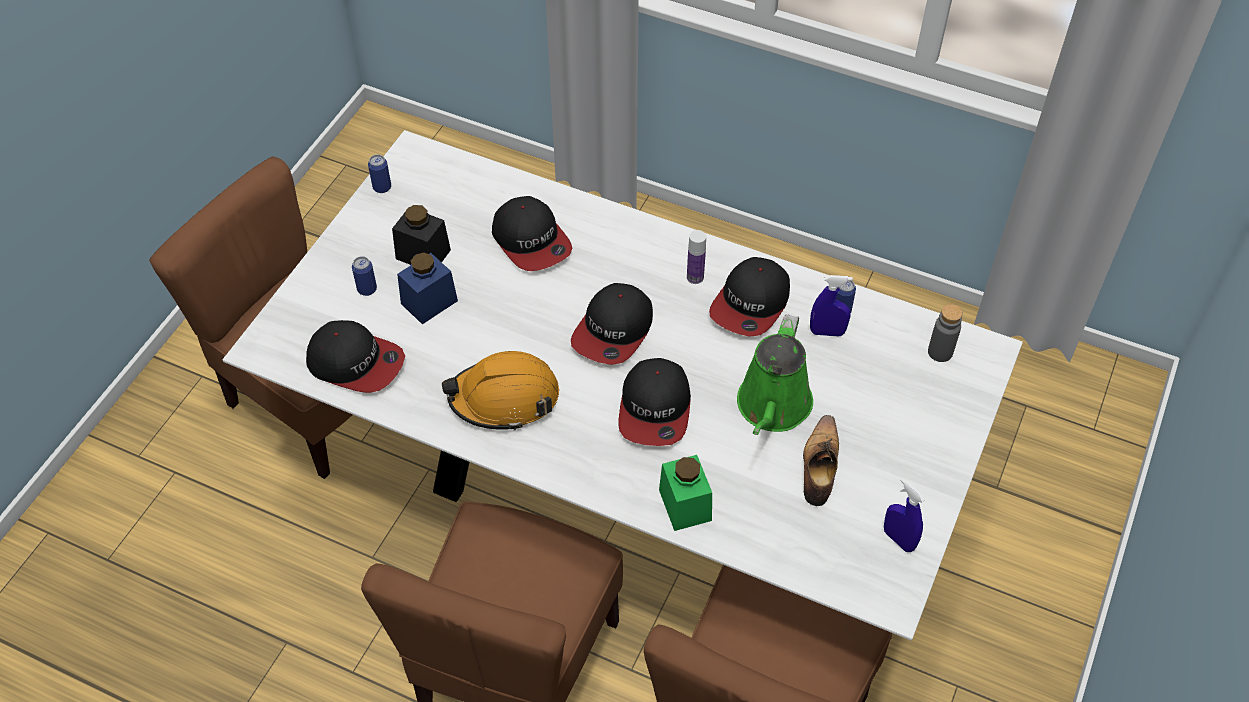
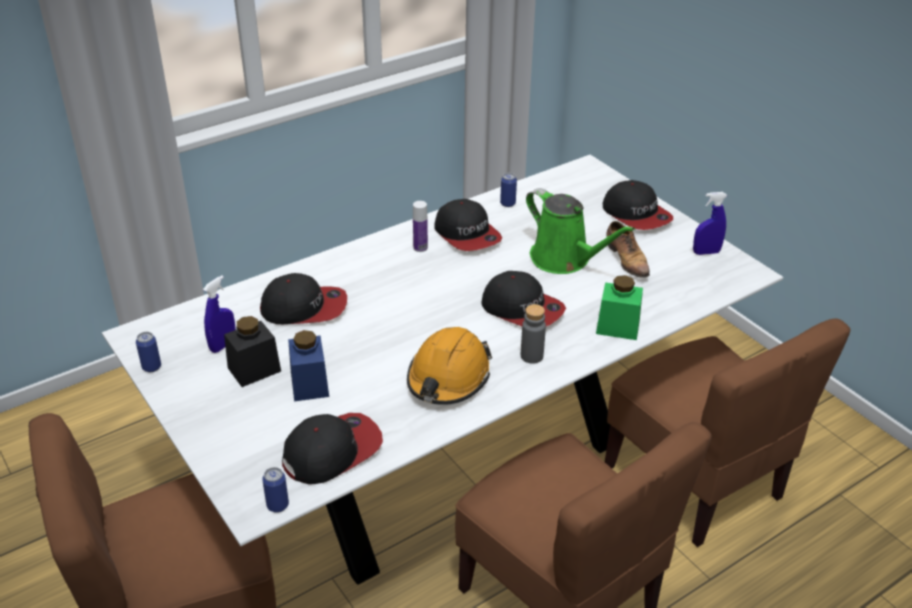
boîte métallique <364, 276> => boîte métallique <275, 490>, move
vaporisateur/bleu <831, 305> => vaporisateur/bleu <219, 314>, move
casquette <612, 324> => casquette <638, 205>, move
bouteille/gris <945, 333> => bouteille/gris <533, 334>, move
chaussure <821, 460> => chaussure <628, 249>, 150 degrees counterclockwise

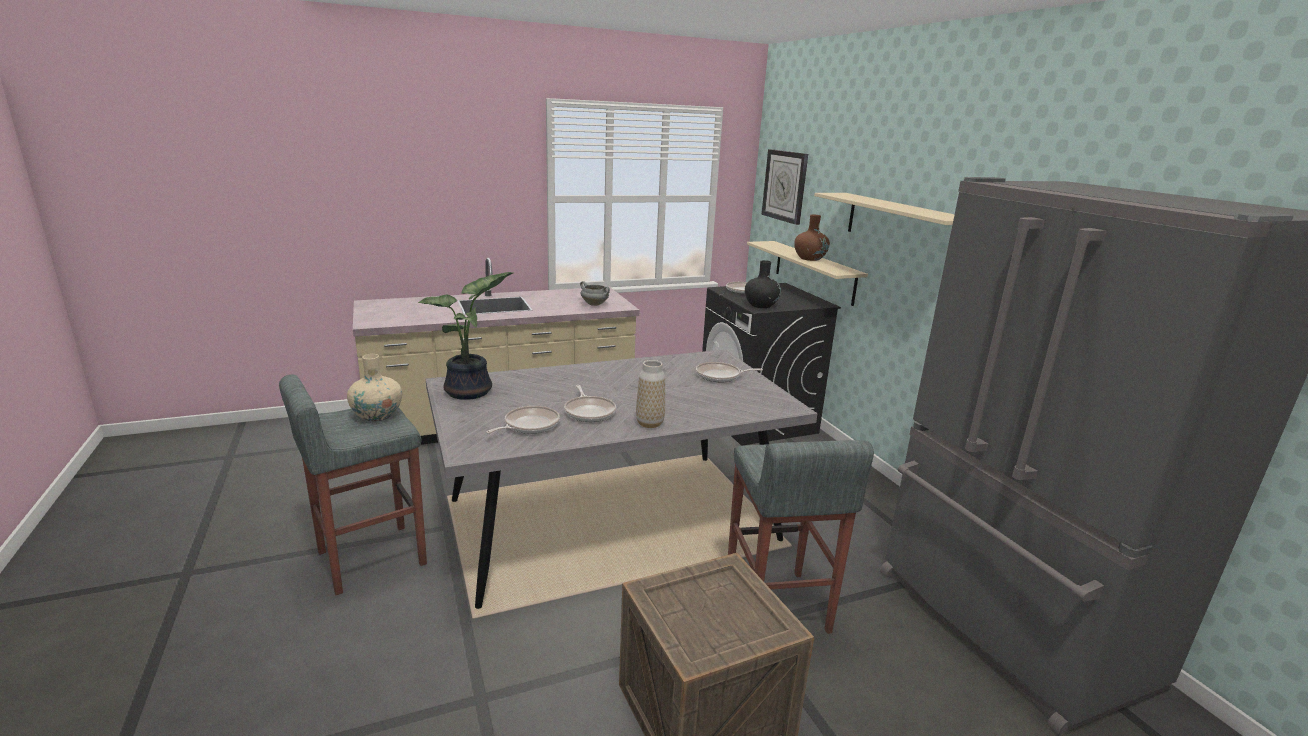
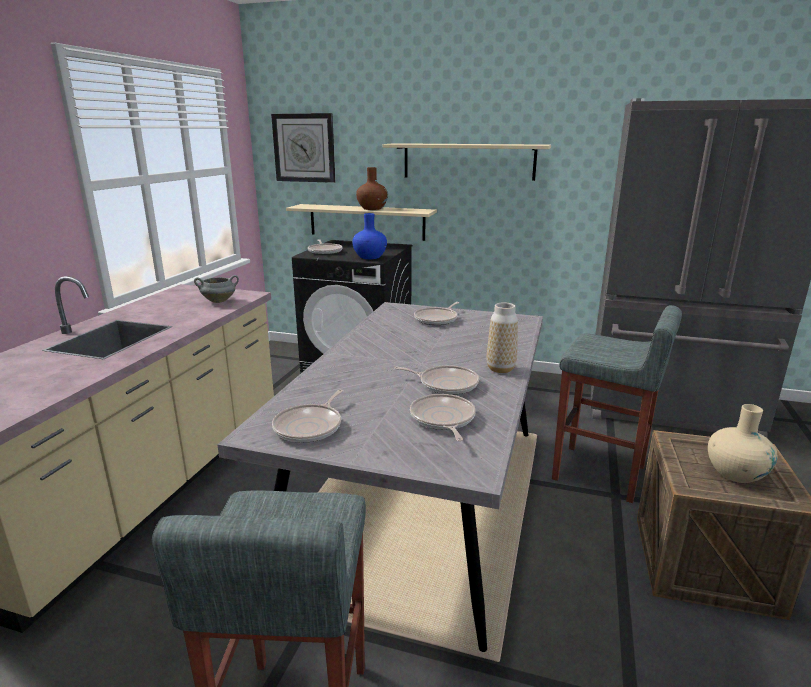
vase/noir <763, 284> => vase/bleu <369, 236>
plante en pot <465, 336> => poêle <307, 416>
vase/beige <374, 387> => vase/beige <743, 443>, move

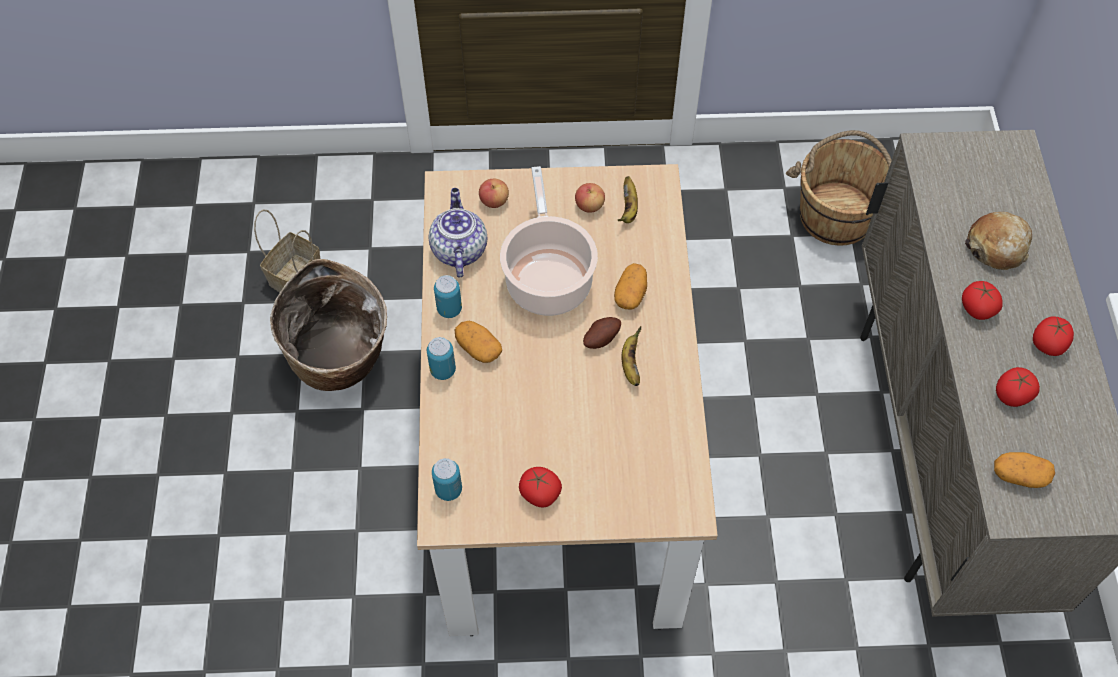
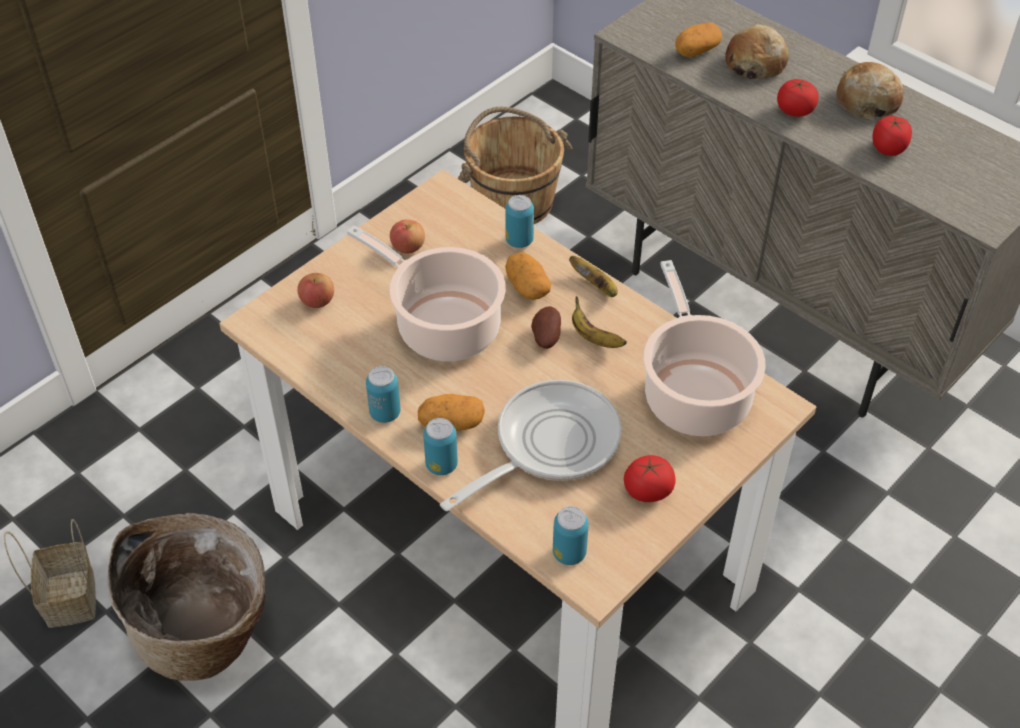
banane <628, 199> => banane <593, 276>, move
théière <458, 232> => nothing
tomate <1053, 336> => pain <870, 91>
pomme de terre <1024, 470> => pomme de terre <698, 40>, move
nothing => boîte métallique <520, 221>
nothing => marmite <704, 348>
nothing => poêle <530, 445>

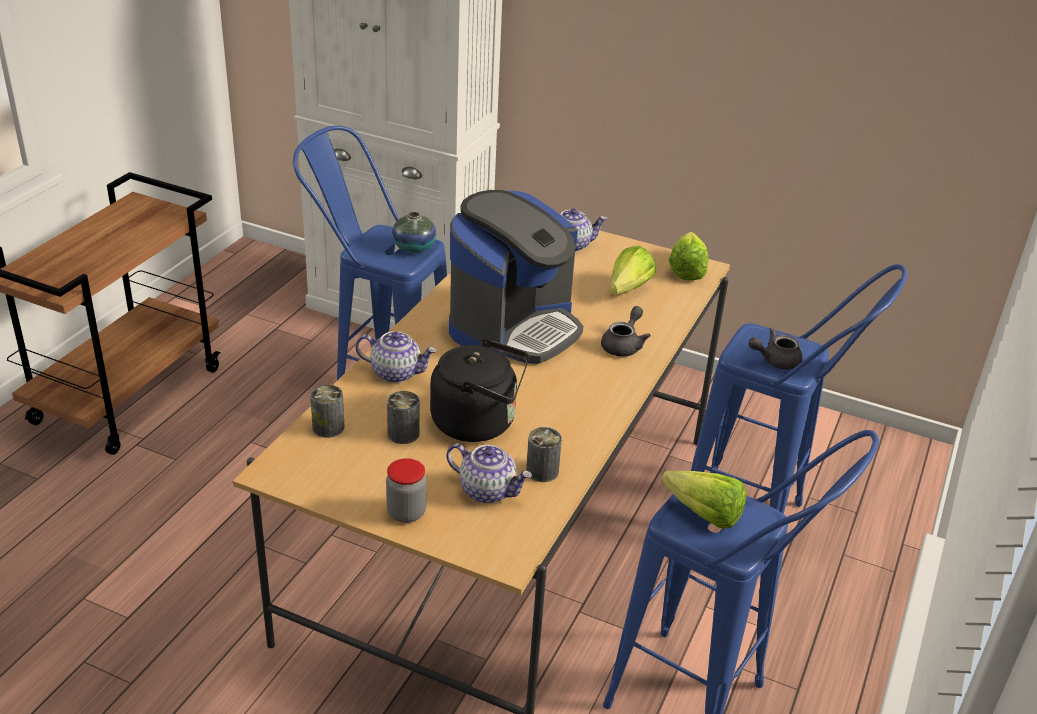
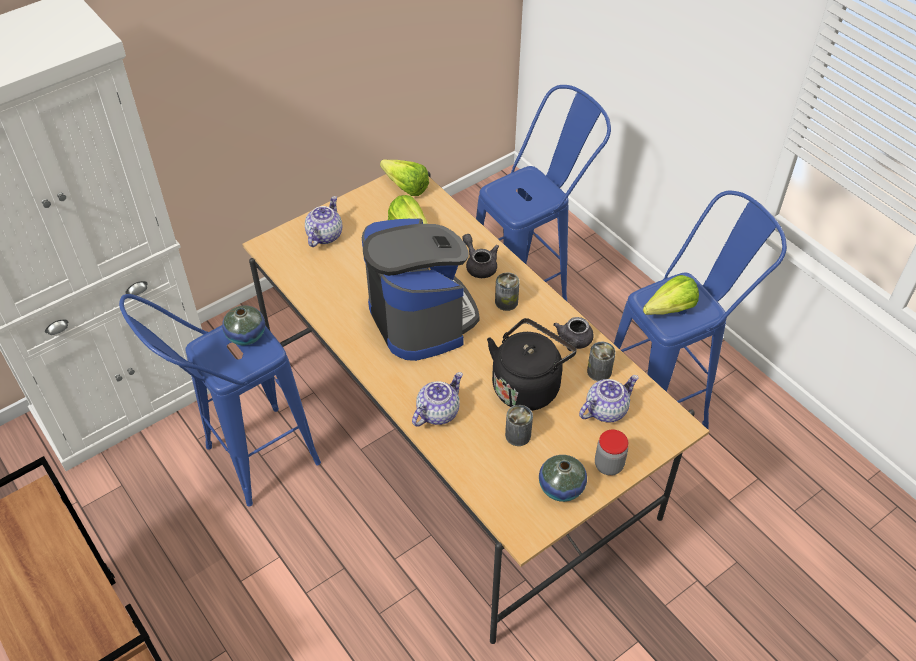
théière/gris <775, 349> => théière/gris <573, 334>, move
boîte métallique <327, 411> => boîte métallique <507, 291>, move
nothing => vase <563, 478>

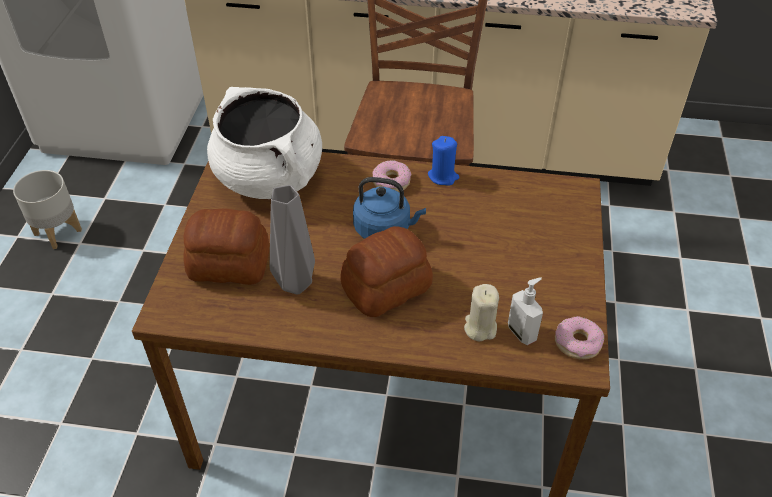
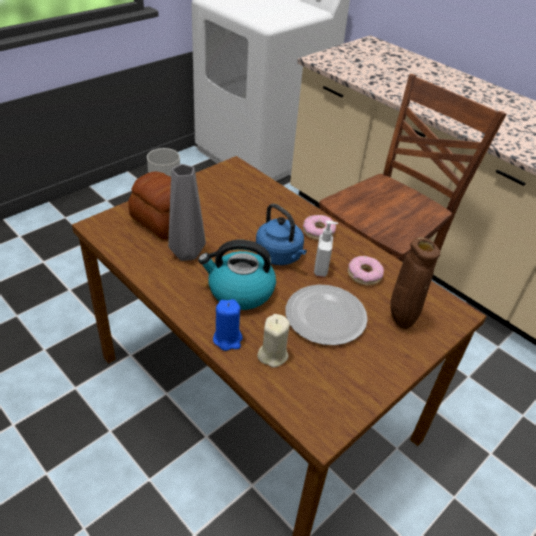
marmite/blanc <264, 143> => nothing
bougie/bleu <443, 161> => bougie/bleu <228, 325>, move
pain <386, 271> => bouilloire <237, 275>
distributeur de savon <525, 311> => distributeur de savon <326, 248>, move
beignet <579, 338> => beignet <366, 271>, move
nothing => vase/marron <415, 283>
nothing => assiette <327, 315>

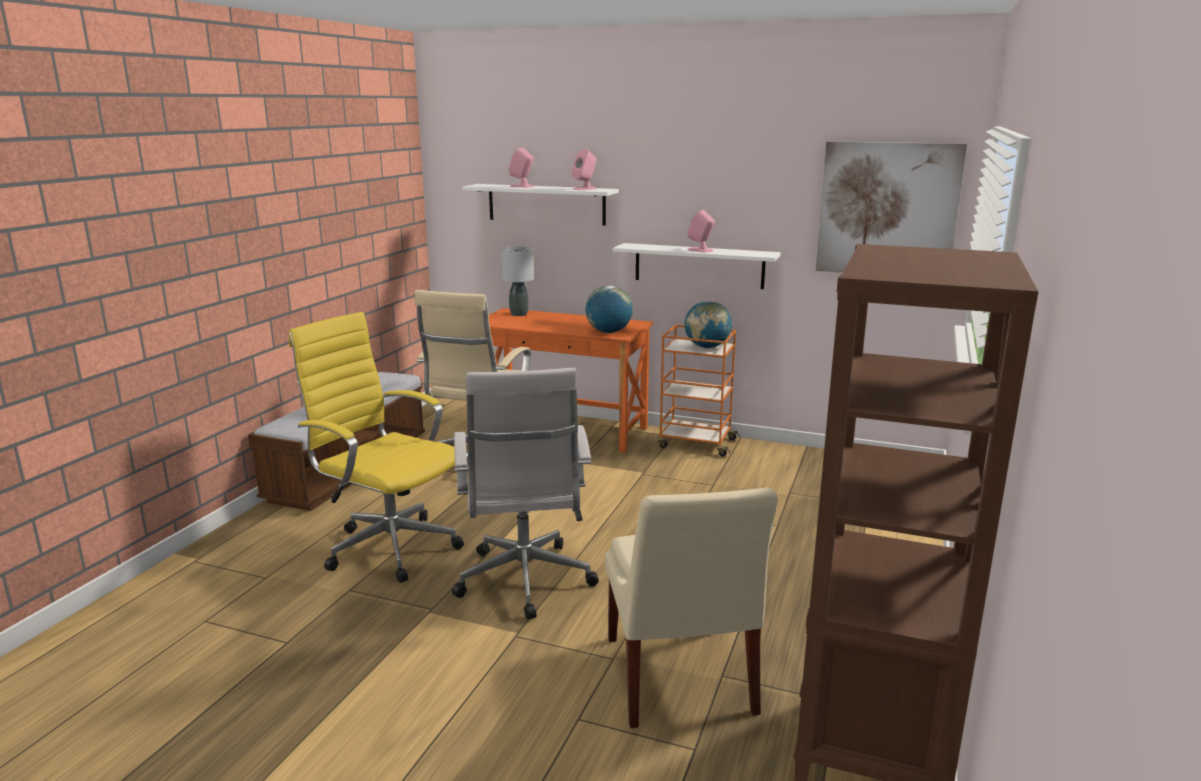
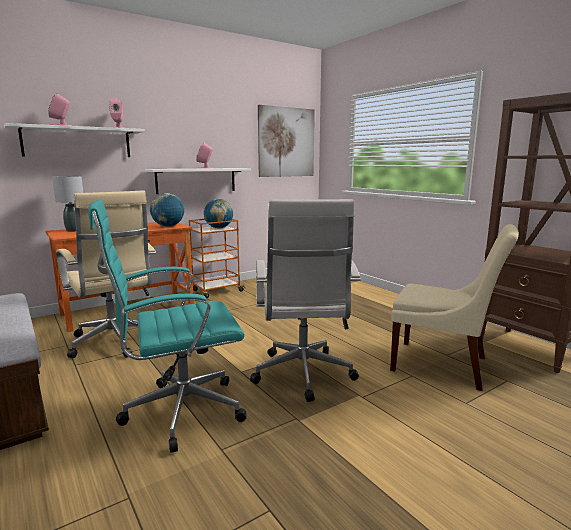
chaise de bureau/jaune <376, 447> => chaise de bureau/turquoise <167, 326>
chaise de bureau/blanc <525, 494> => chaise de bureau/blanc <305, 300>, 60 degrees clockwise

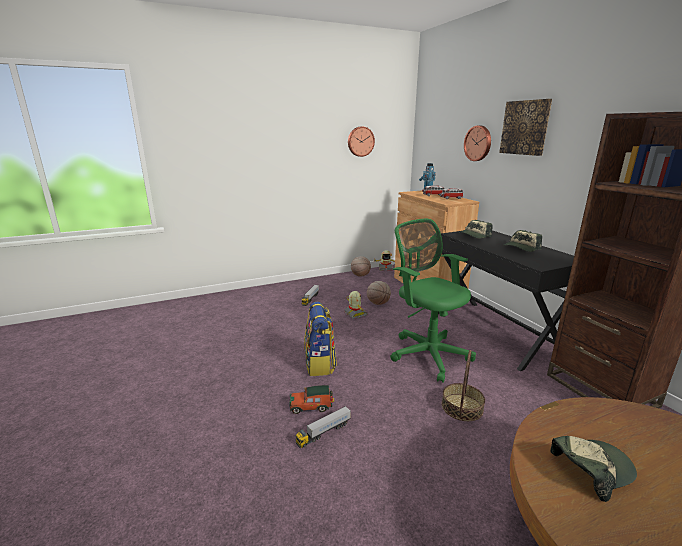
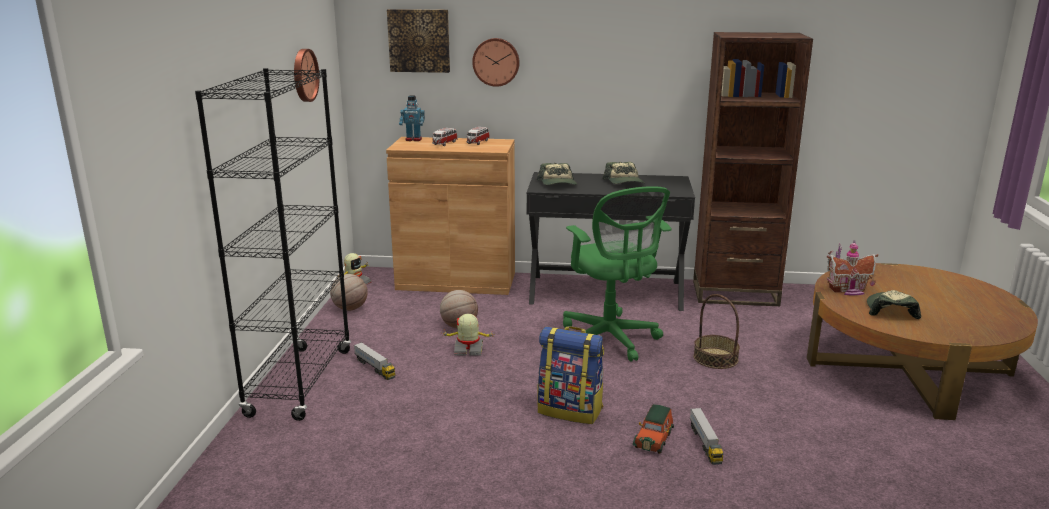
tableau <525, 127> => tableau <418, 41>, move
chaise de bureau/vert <433, 301> => chaise de bureau/vert <617, 274>, 105 degrees counterclockwise
nothing => bibliothèque/noir <273, 244>
nothing => maison miniature <852, 267>

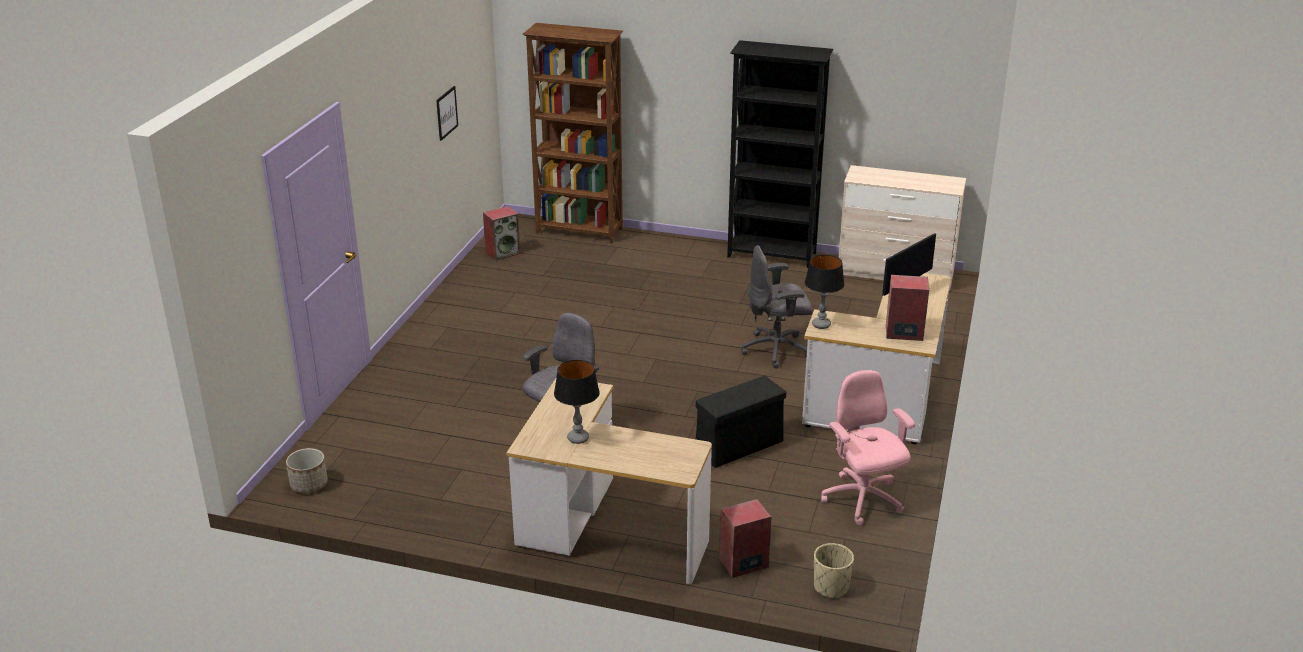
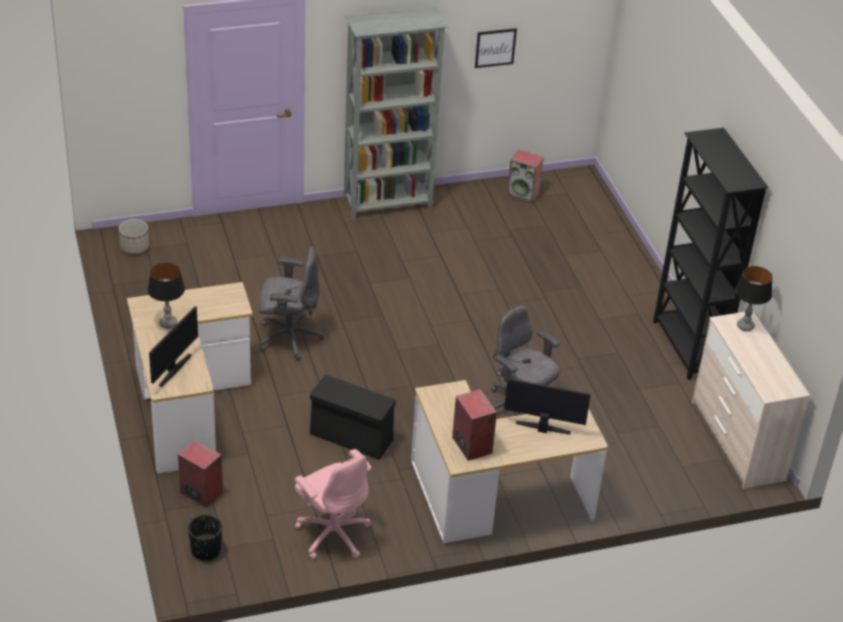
bibliothèque/marron <572, 133> => nothing
lampe de table <825, 292> => lampe de table <753, 298>, move
chaise de bureau/rose <868, 447> => chaise de bureau/rose <333, 504>, 105 degrees clockwise
cache-pot/beige <834, 571> => cache-pot/noir <205, 537>
nothing => bibliothèque/gris <396, 113>
nothing => écran d'ordinateur <173, 346>

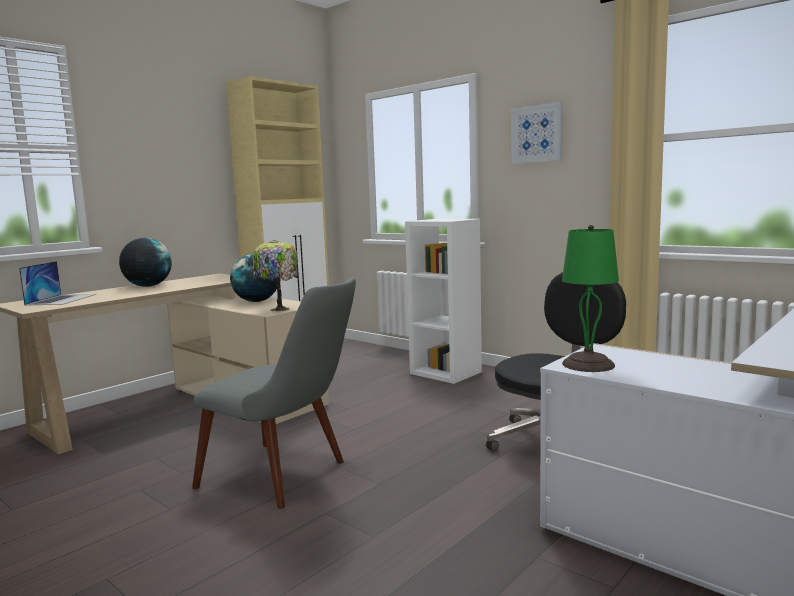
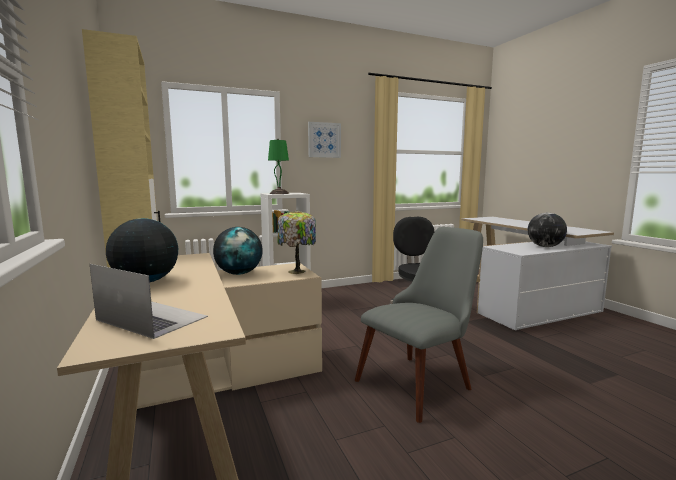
lampe de table/vert <590, 298> => lampe de table/vert <278, 166>, move
nothing => globe <547, 230>

